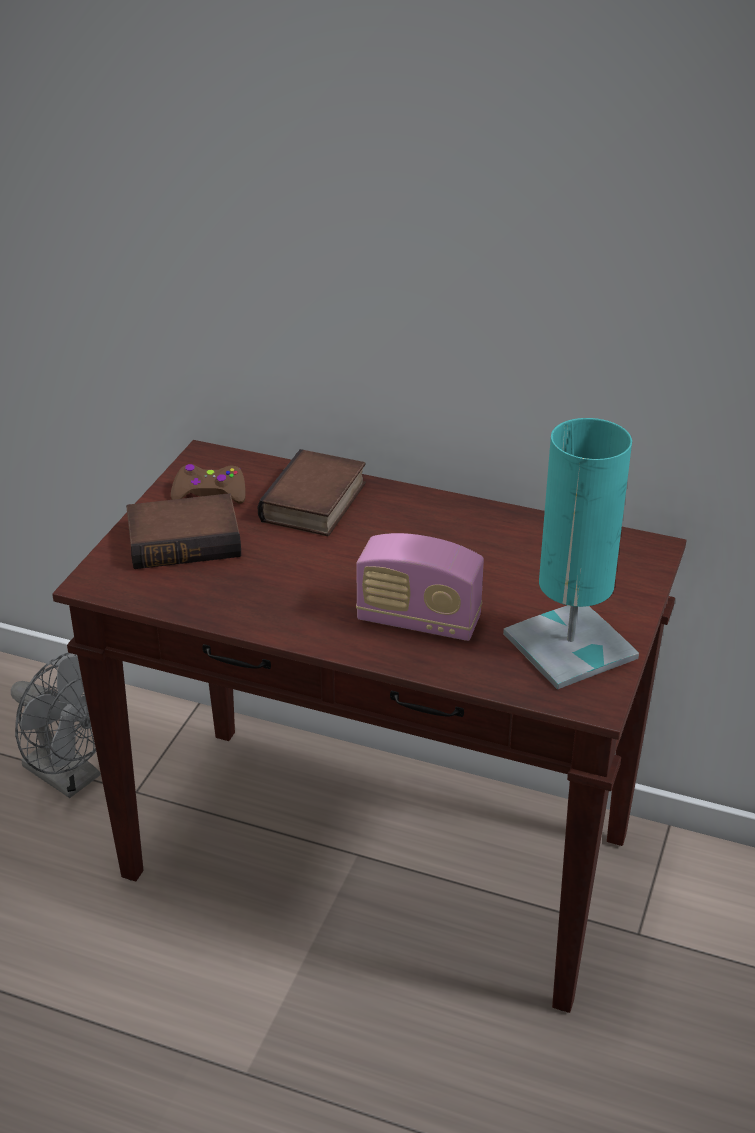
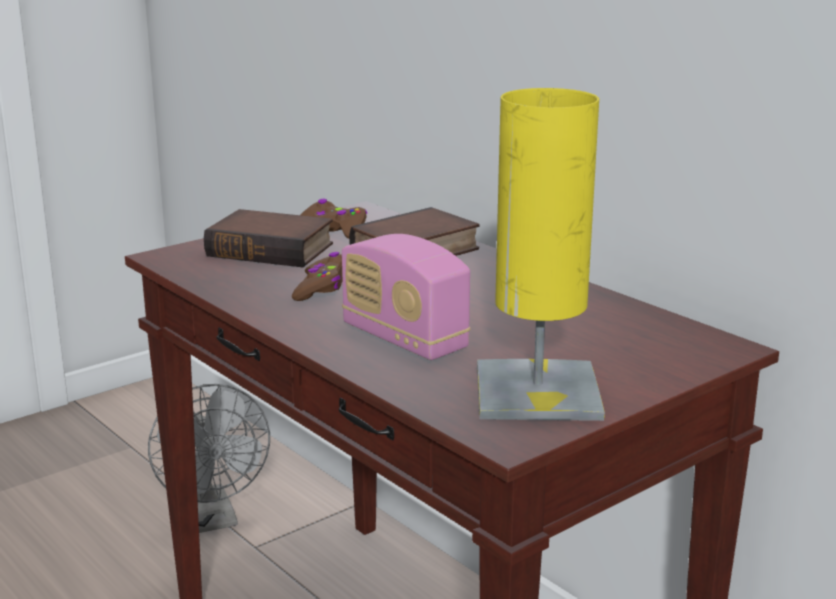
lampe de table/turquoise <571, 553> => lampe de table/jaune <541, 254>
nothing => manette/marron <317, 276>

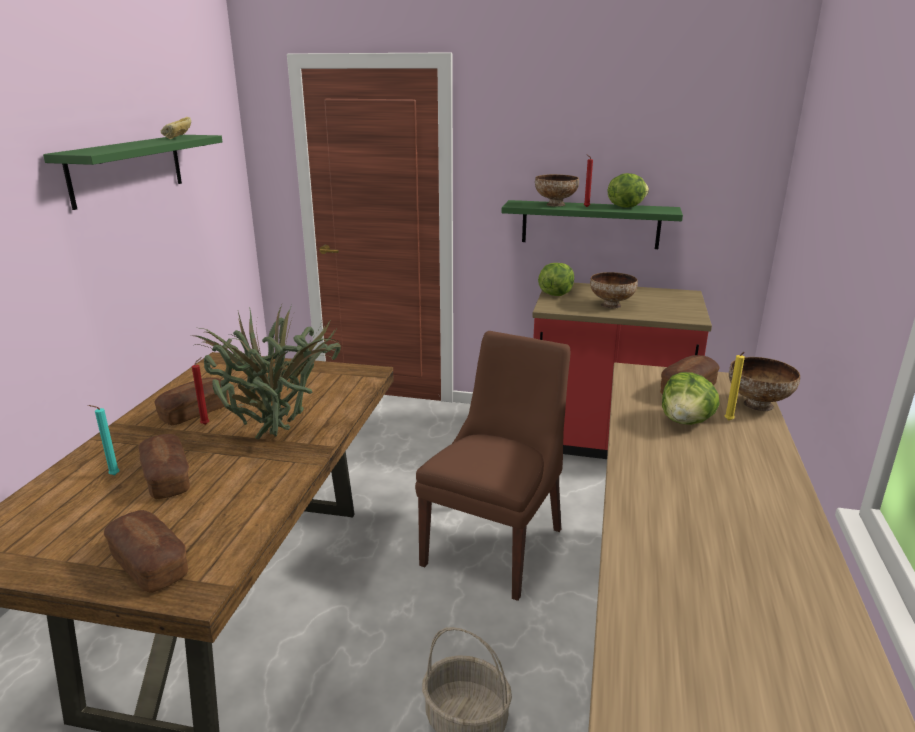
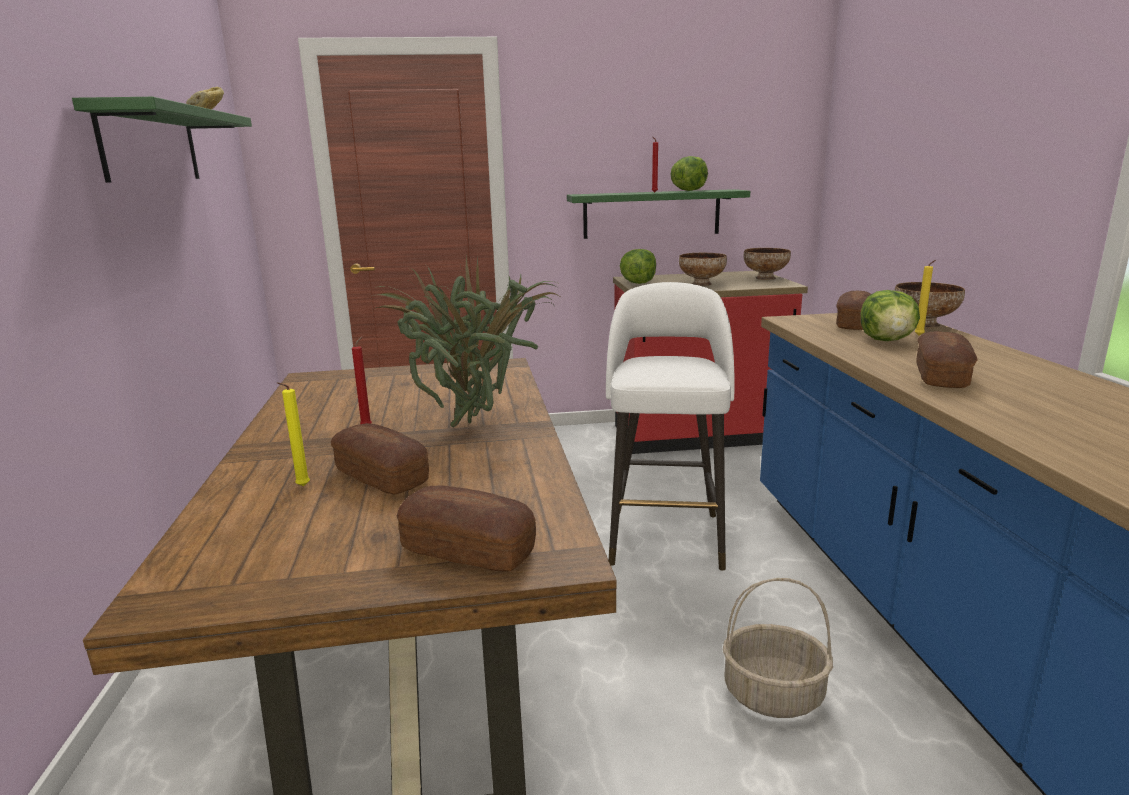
bol <557, 190> => bol <767, 264>, move
chaise/marron <492, 466> => tabouret/blanc <670, 426>
pain <191, 401> => pain <947, 359>, move
bougie/turquoise <103, 440> => bougie/jaune <293, 434>

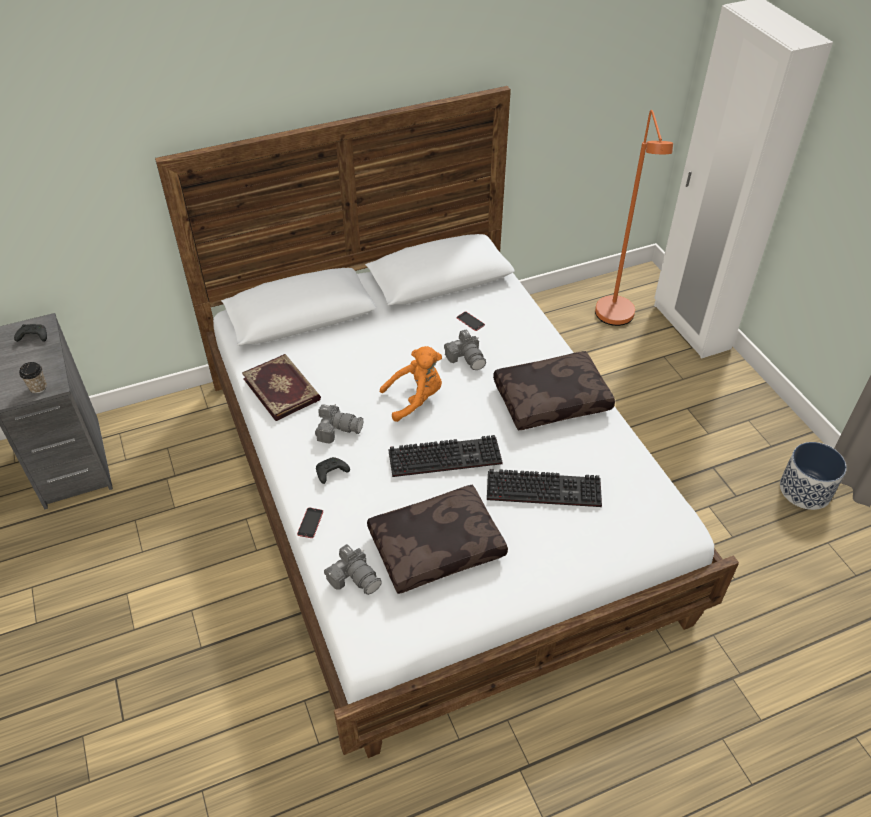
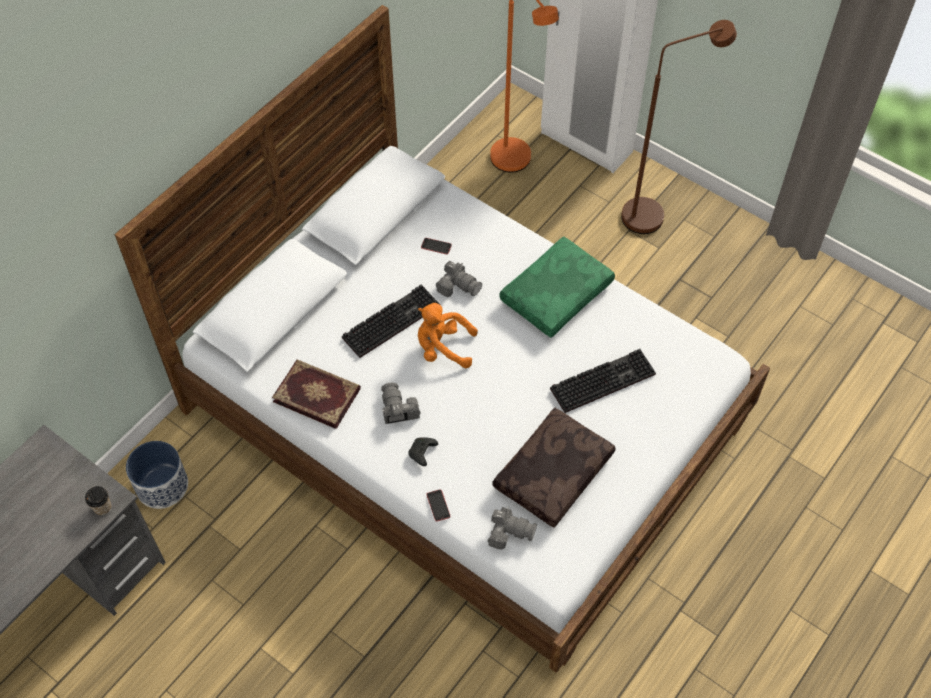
manette/noir <30, 333> => nothing
peluche/orange <411, 384> => peluche/orange <448, 335>, 120 degrees counterclockwise
coussin/marron <554, 390> => coussin/vert <557, 287>
appareil photo <339, 423> => appareil photo <400, 403>, 90 degrees counterclockwise
clavier <446, 456> => clavier <390, 321>, move
cache-pot <813, 476> => cache-pot <157, 475>, move
nothing => lampadaire/marron <679, 127>

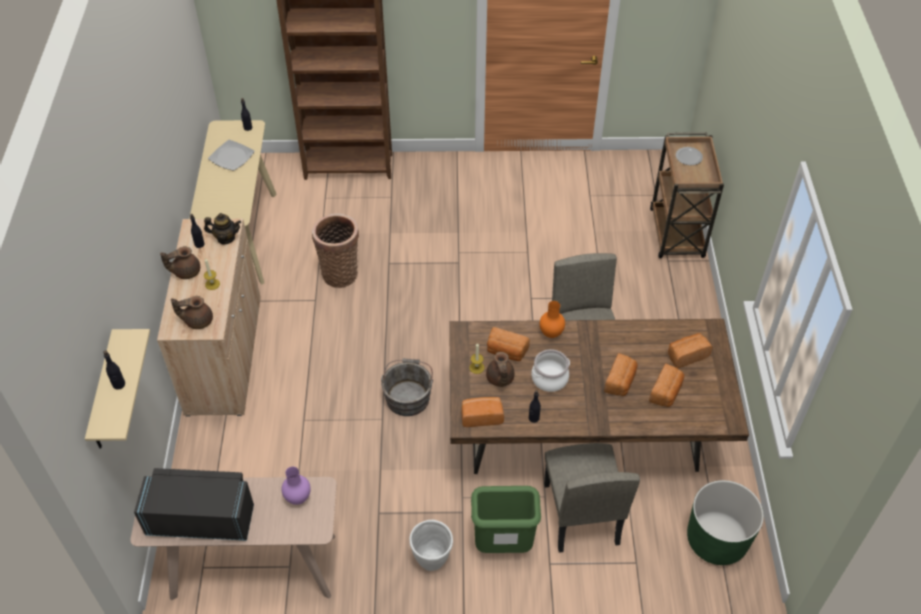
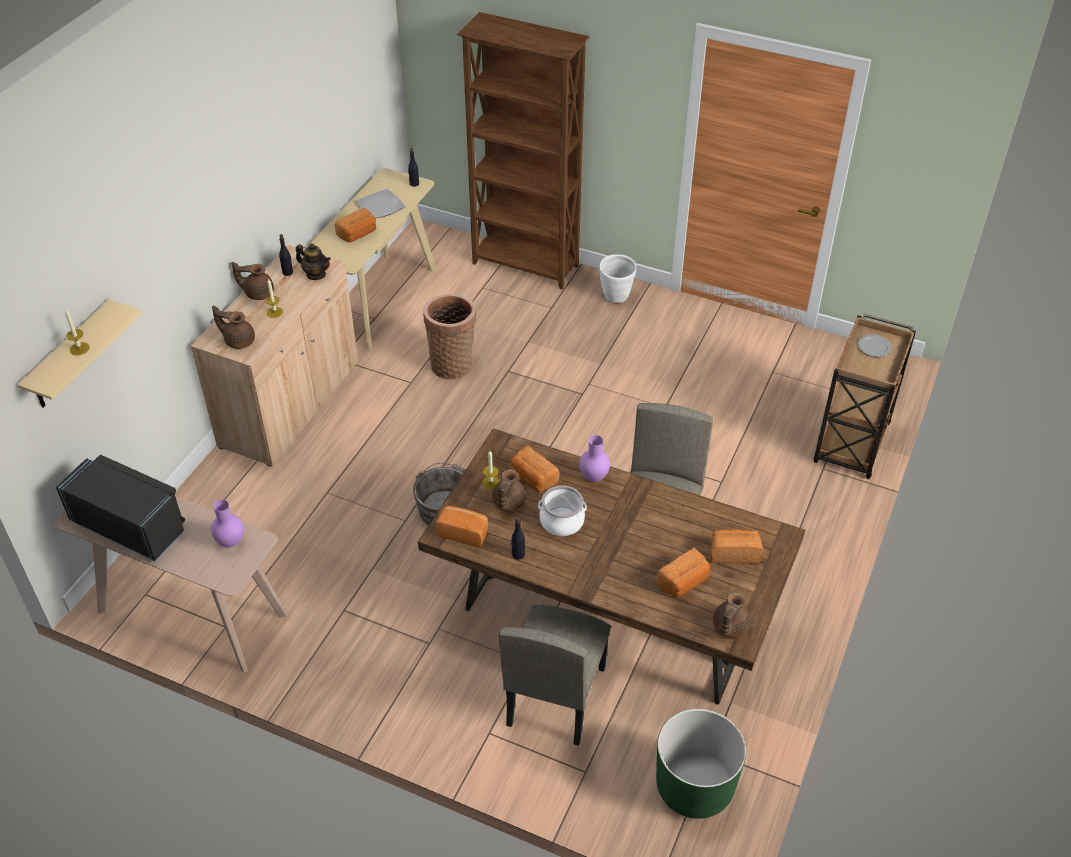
vase/orange <552, 319> => vase/violet <594, 458>
bouteille/noir <114, 370> => bougie <77, 332>
pain <621, 374> => pain <355, 225>, move
poubelle/vert <506, 519> => nothing
cache-pot/blanc <431, 545> => cache-pot/blanc <618, 279>, move
nothing => théière/marron <731, 615>

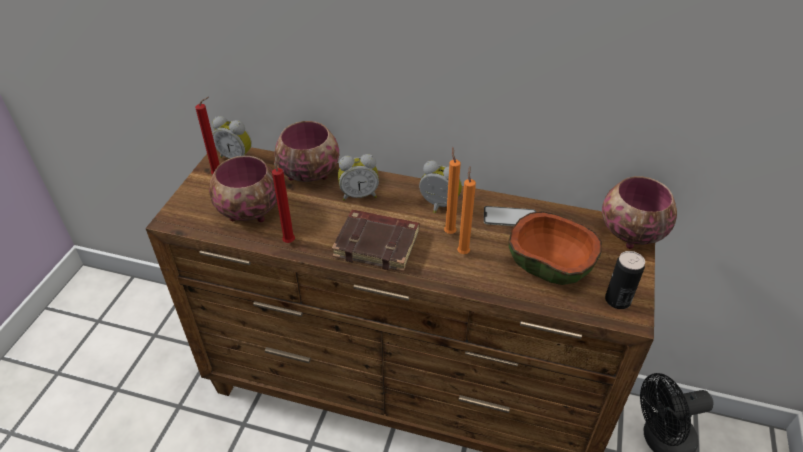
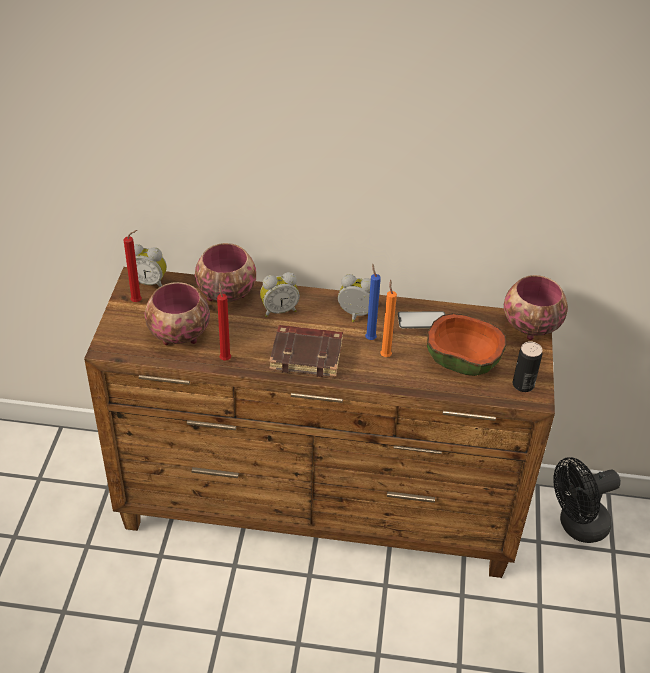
bougie/orange <452, 190> => bougie/bleu <373, 301>

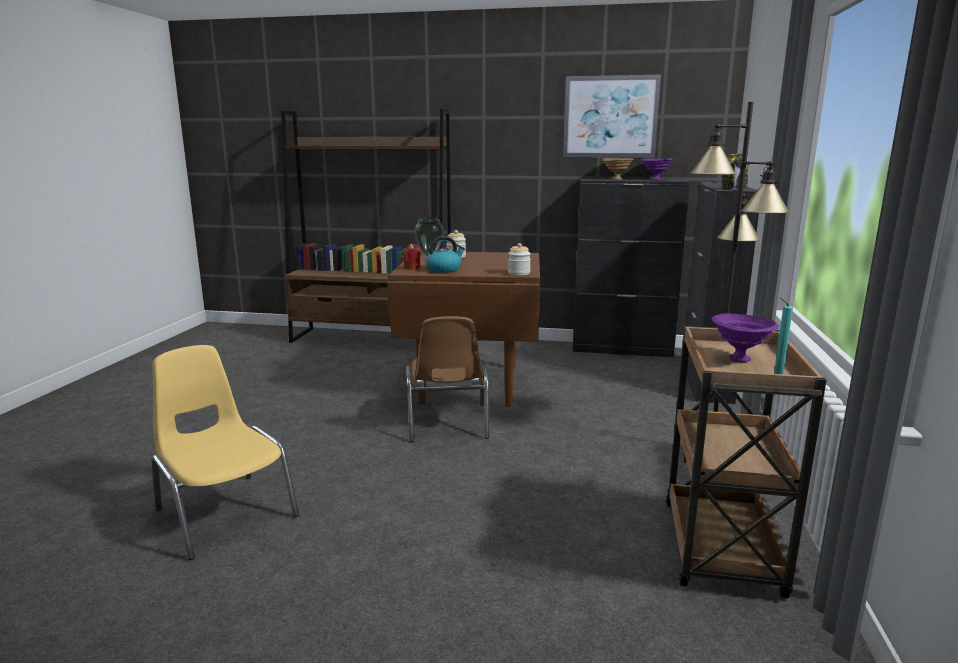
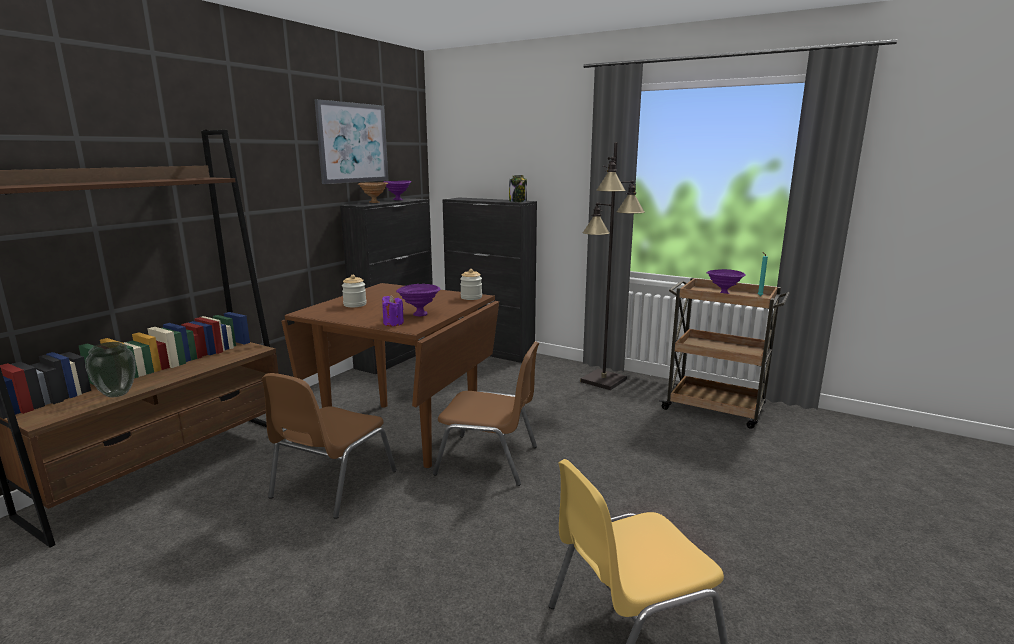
vase <429, 236> => vase <110, 369>, move
bouilloire <445, 254> => bol/violet <418, 300>
bougie/rouge <412, 257> => bougie/violet <393, 310>
nothing => chaise/marron <329, 446>

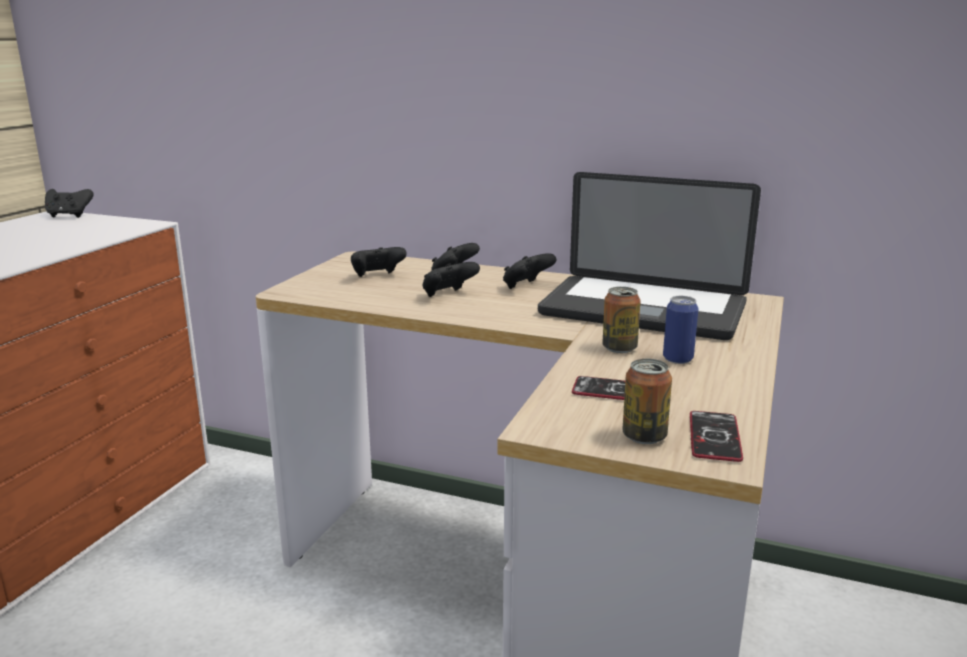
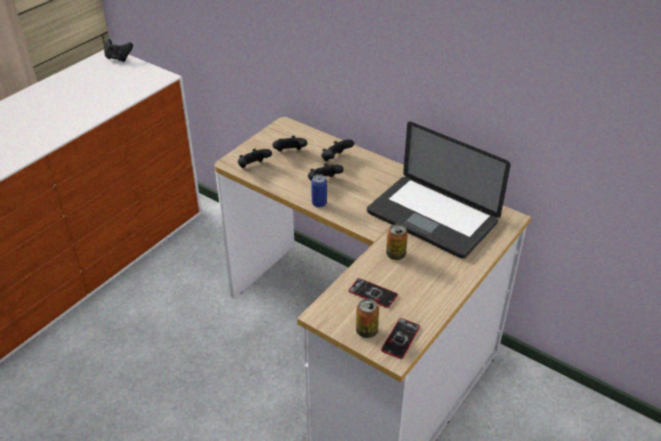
manette/noir <529, 271> => manette/noir <255, 158>, move
boîte métallique <681, 330> => boîte métallique <319, 191>, move

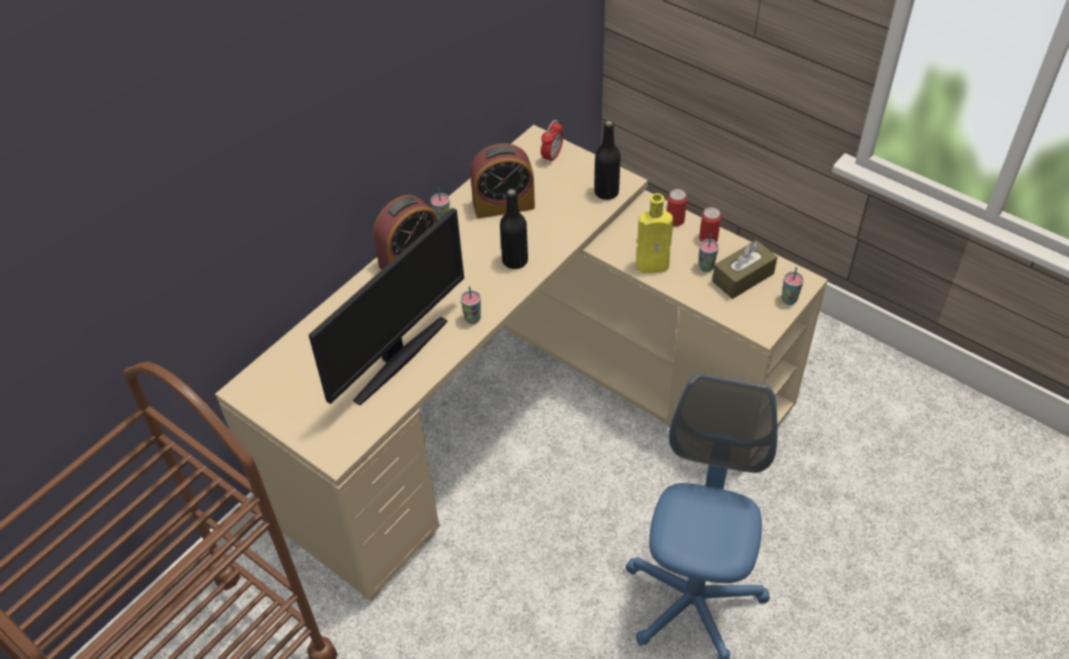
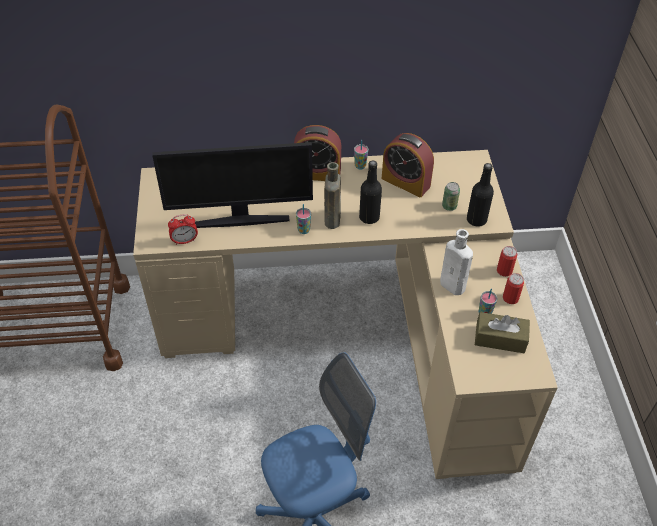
réveil <552, 142> => réveil <183, 229>, move
bouteille/jaune <654, 233> => bouteille/blanc <456, 262>
tasse <793, 286> => nothing
nothing => bouteille/marron <332, 195>
nothing => boîte métallique <451, 196>

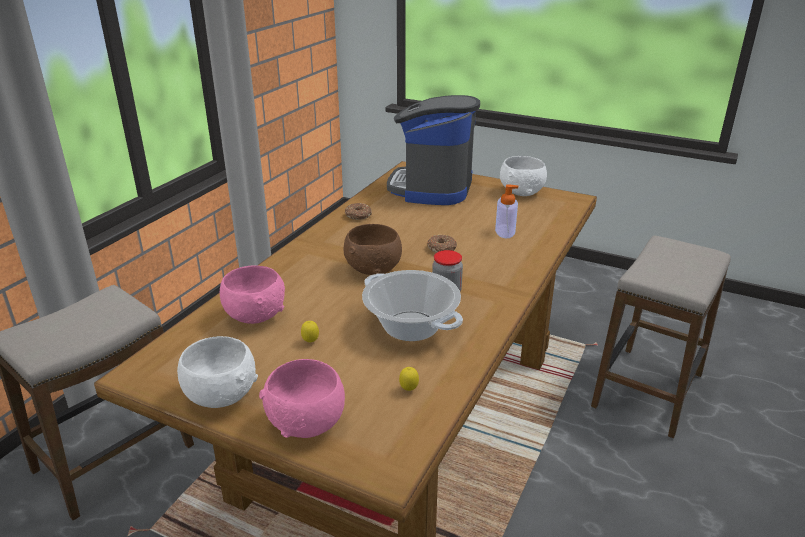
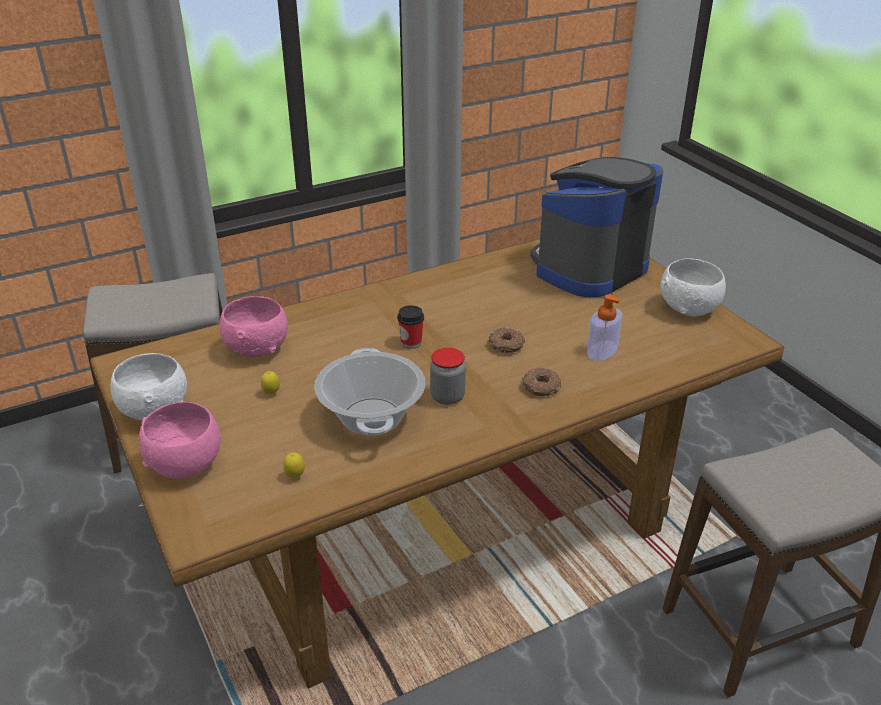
beignet <358, 211> => beignet <541, 381>, move
bol/marron <372, 249> => tasse <410, 327>

